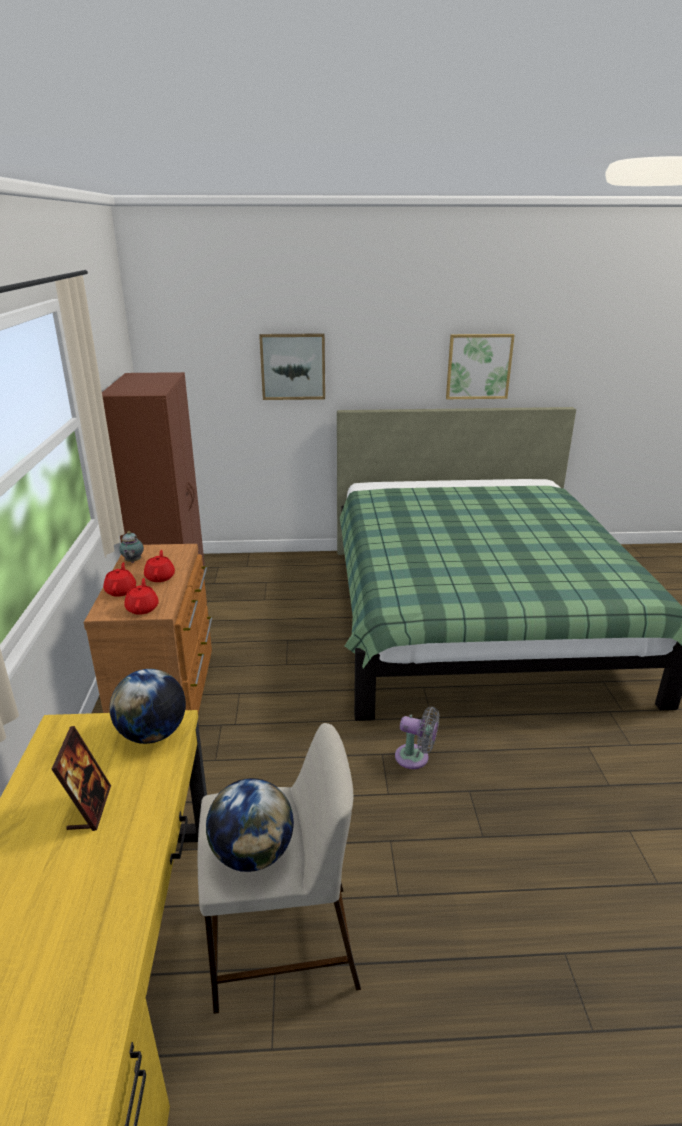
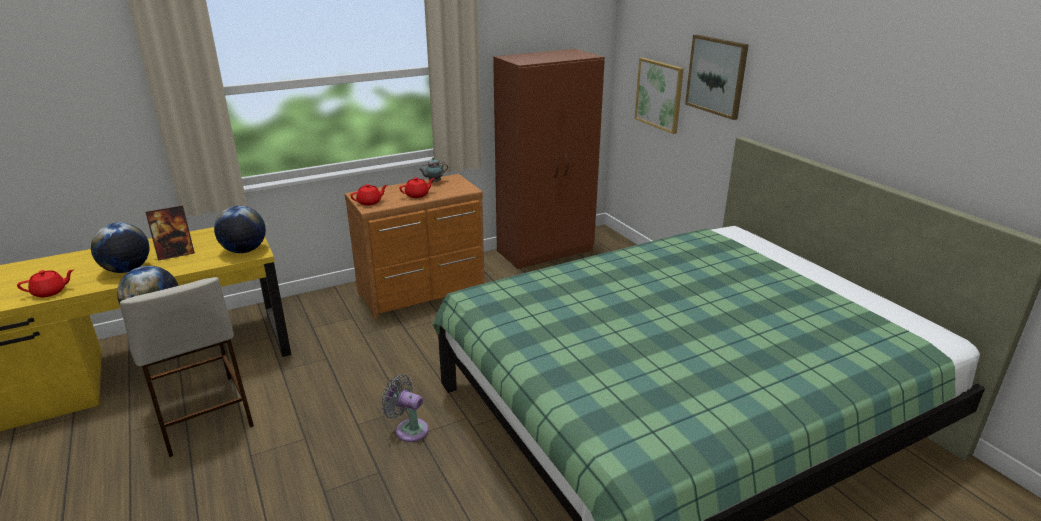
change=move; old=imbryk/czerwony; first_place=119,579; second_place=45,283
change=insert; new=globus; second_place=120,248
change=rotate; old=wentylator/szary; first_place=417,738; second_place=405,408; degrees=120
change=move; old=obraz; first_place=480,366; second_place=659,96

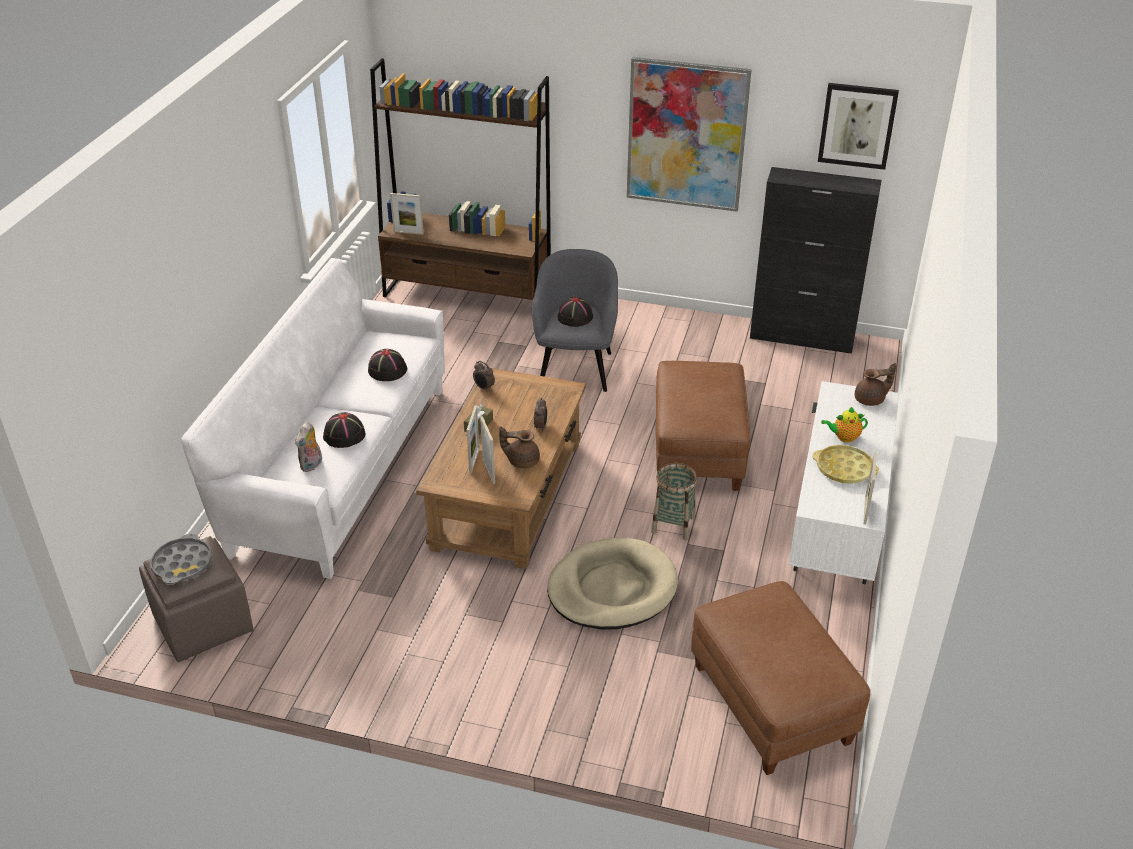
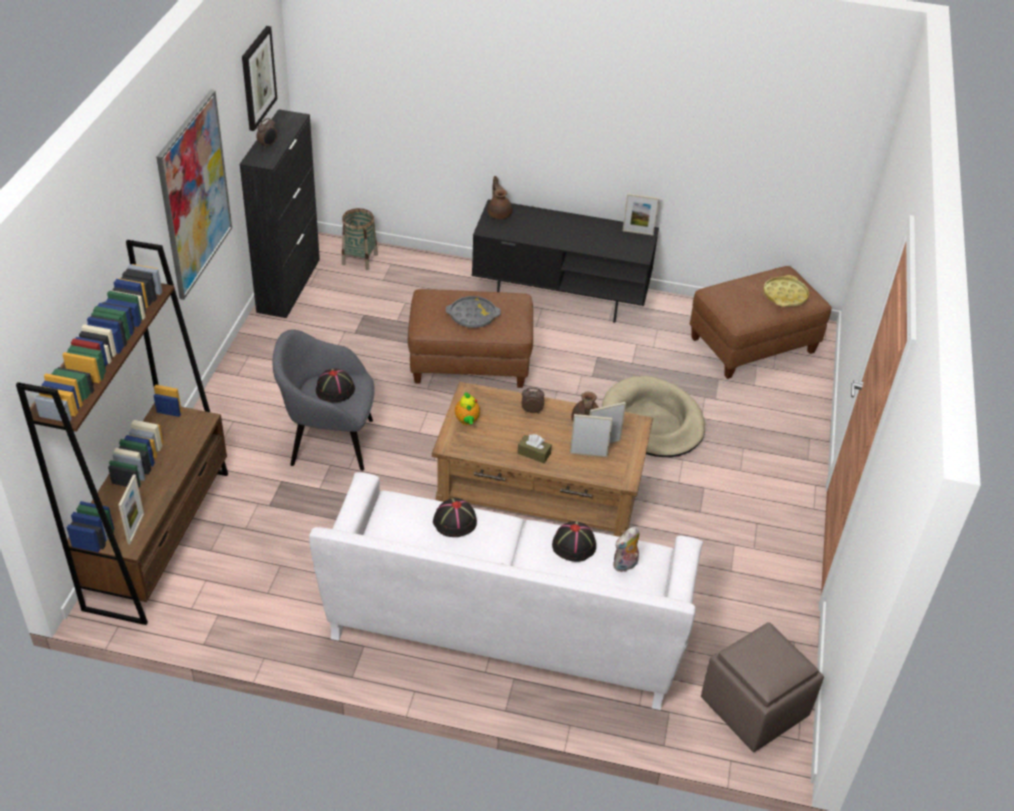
change=move; old=budzik; first_place=484,376; second_place=266,132
change=move; old=koszyk; first_place=674,501; second_place=360,239
change=move; old=taca/szary; first_place=181,559; second_place=473,312
change=move; old=imbryk; first_place=844,425; second_place=467,408
change=recolor; old=szafka pod telewizor/biały; new=szafka pod telewizor/czarny; first_place=844,482; second_place=565,261
change=rotate; old=pluszak; first_place=308,446; second_place=626,549; degrees=120
change=move; old=taca/żółty; first_place=845,464; second_place=786,291

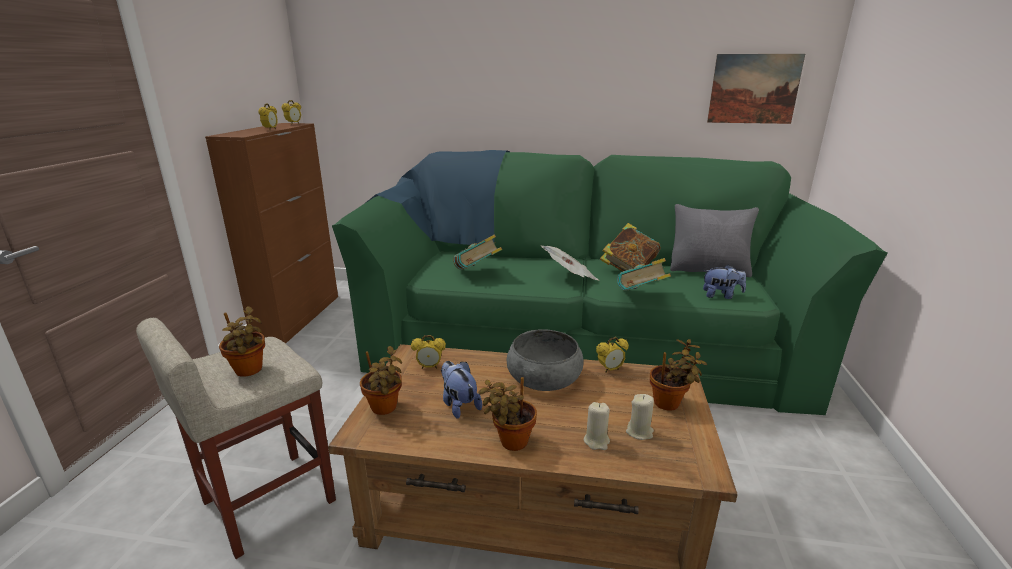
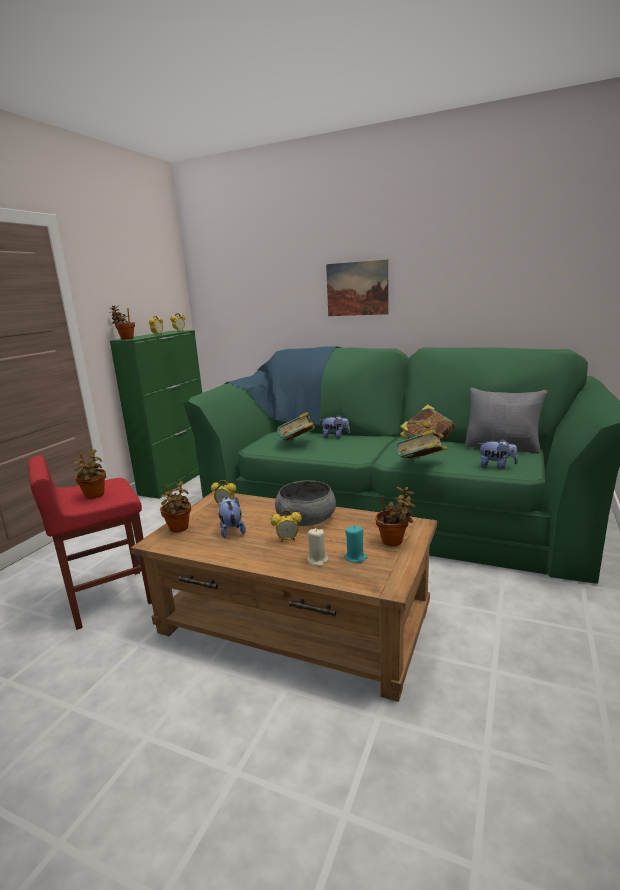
change=recolor; old=stołek/beżowy; new=stołek/czerwony; first_place=236,438; second_place=90,542
change=move; old=roślina doniczkowa; first_place=507,414; second_place=122,322
change=recolor; old=szafka/brązowy; new=szafka/zielony; first_place=271,233; second_place=156,414
change=move; old=budzik; first_place=612,355; second_place=286,526
change=insert; new=pluszak; second_place=335,427
change=move; old=obraz; first_place=756,89; second_place=357,288
change=recolor; old=świeca/beżowy; new=świeca/turkusowy; first_place=640,417; second_place=355,544
change=delete; old=gazeta; first_place=569,263

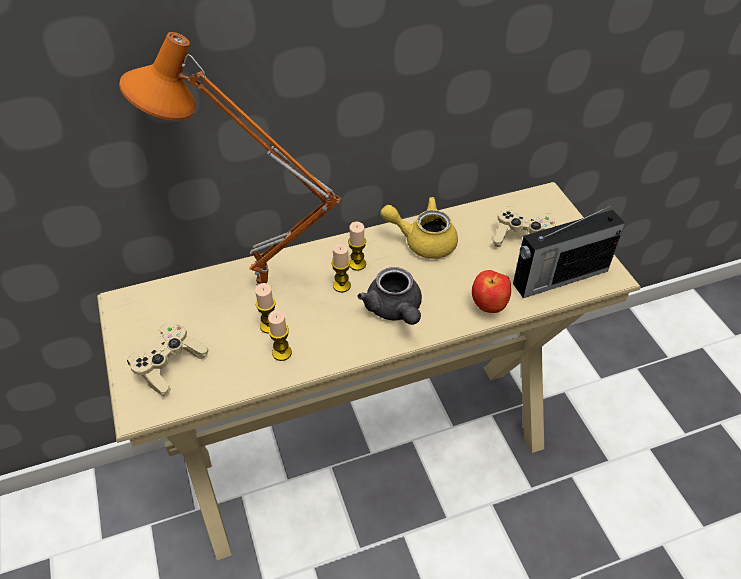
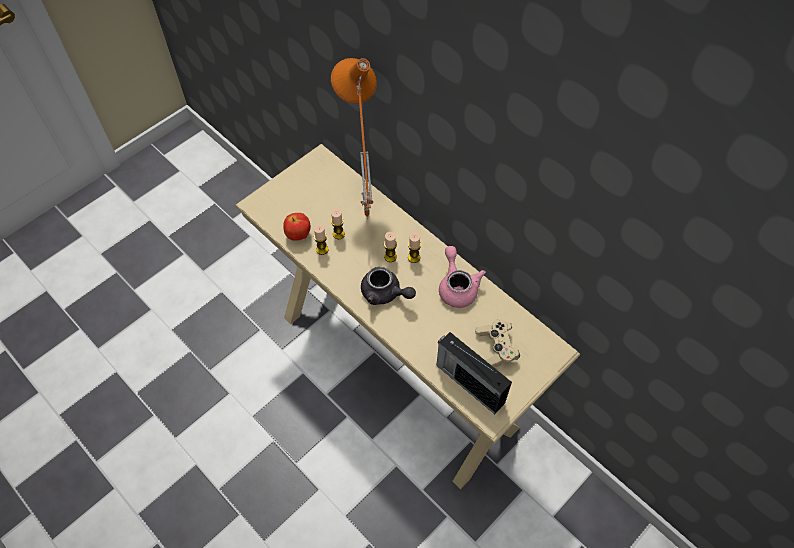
change=move; old=jabłko; first_place=491,291; second_place=297,227
change=rotate; old=imbryk/szary; first_place=389,296; second_place=388,286; degrees=-105
change=recolor; old=imbryk/żółty; new=imbryk/różowy; first_place=419,228; second_place=462,277
change=delete; old=pad do gier/beżowy; first_place=167,360

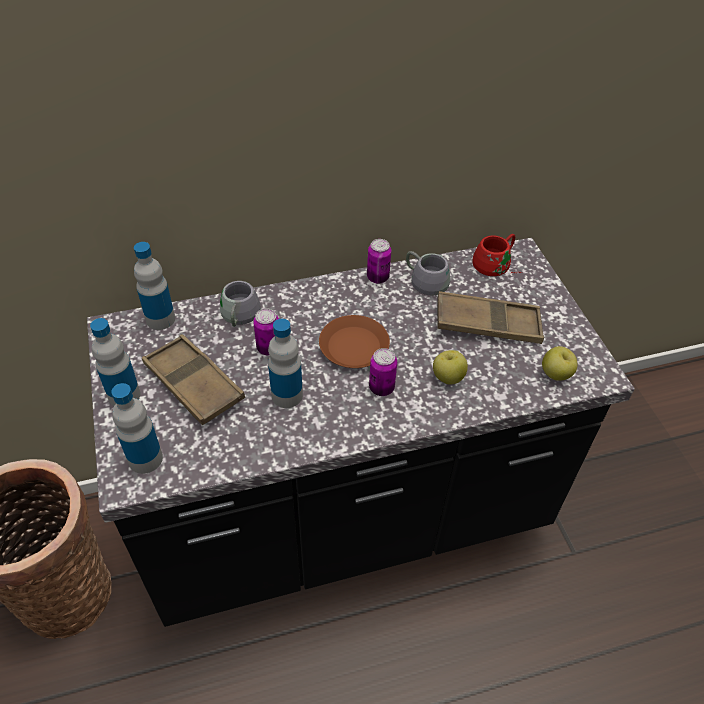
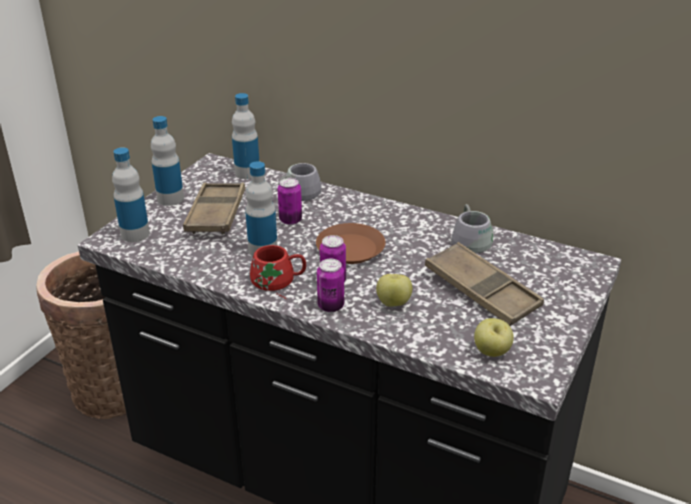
change=move; old=kubek/czerwony; first_place=497,255; second_place=278,272
change=move; old=puszka; first_place=379,261; second_place=330,285

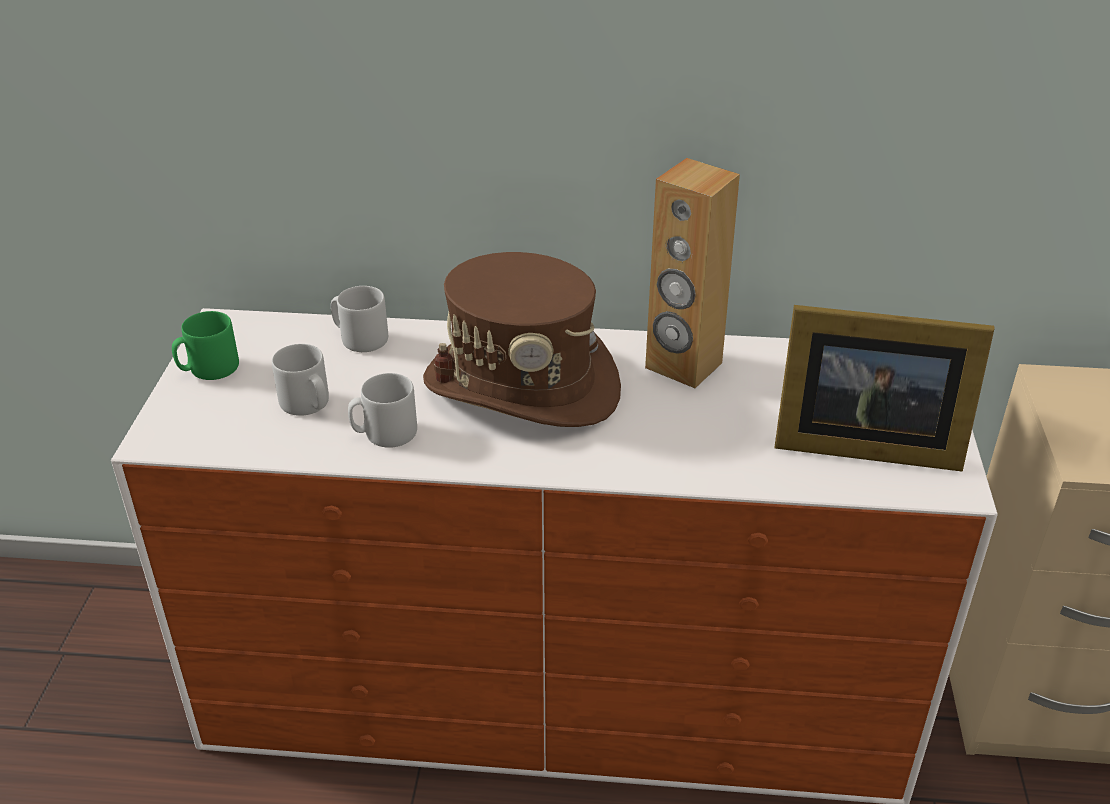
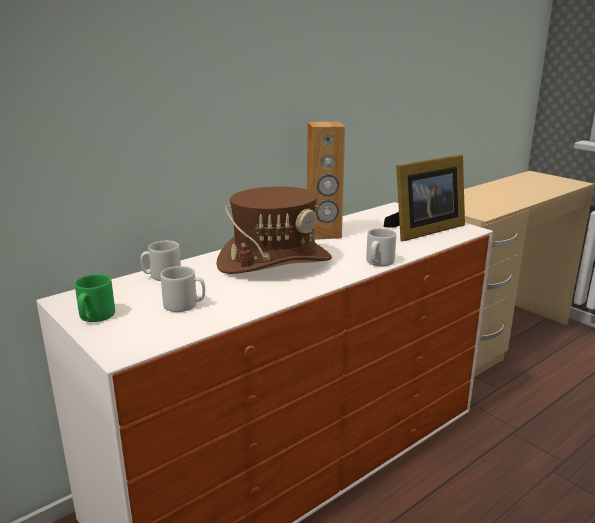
change=move; old=kubek/szary; first_place=382,410; second_place=381,247

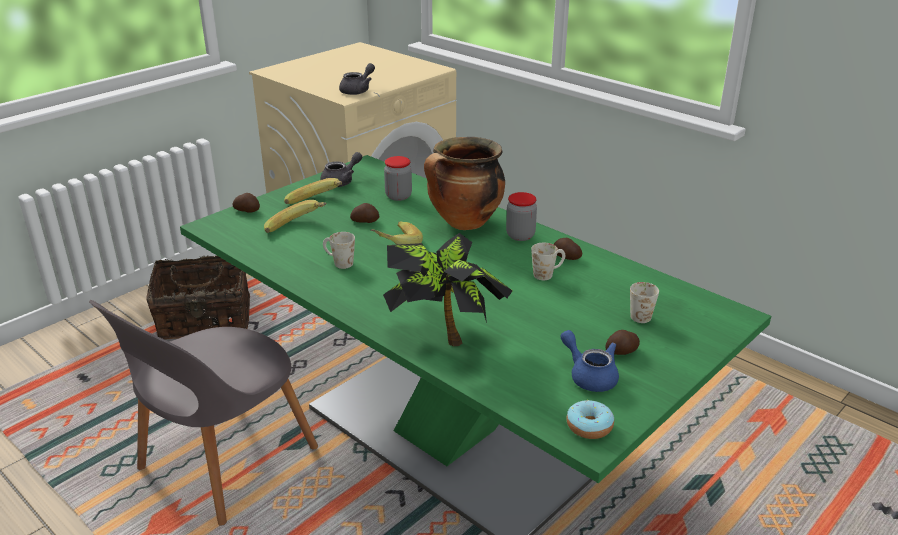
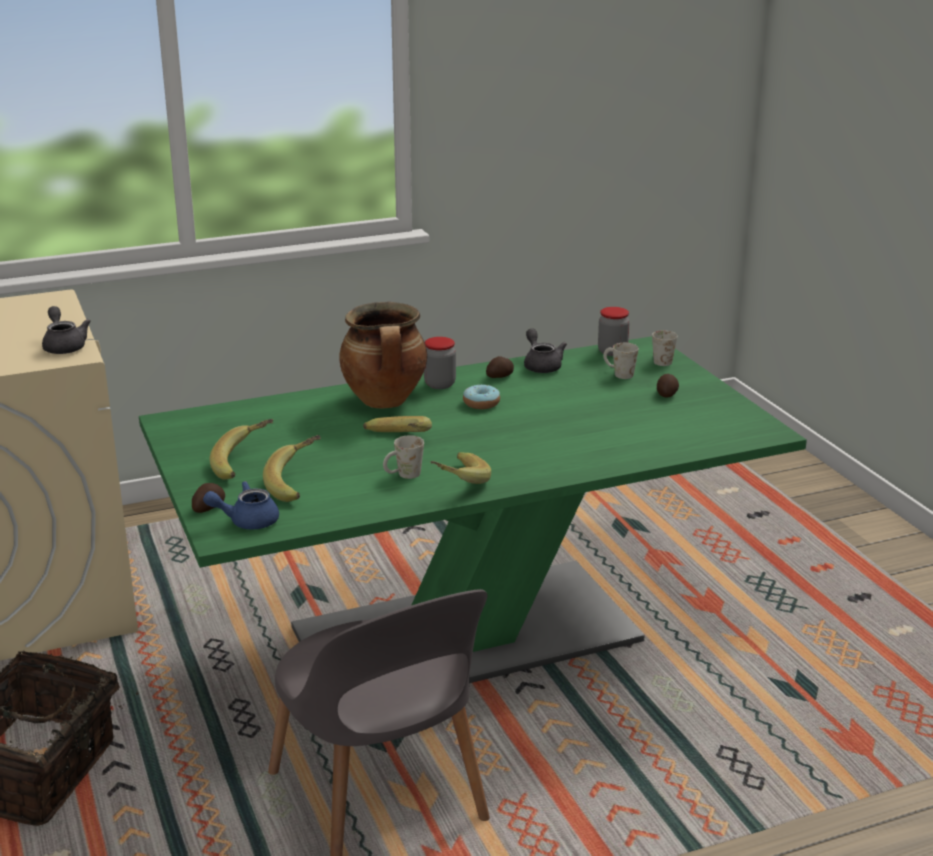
change=move; old=imbryk/niebieski; first_place=589,361; second_place=241,505
change=insert; new=banan; second_place=460,468
change=move; old=donut; first_place=590,419; second_place=481,397
change=move; old=imbryk/szary; first_place=341,169; second_place=545,351
change=move; old=słoik; first_place=398,178; second_place=614,331
change=move; old=kubek/biały; first_place=548,261; second_place=664,348
change=delete; old=ziemniak; first_place=364,213
change=delete; old=roślina doniczkowa; first_place=448,289

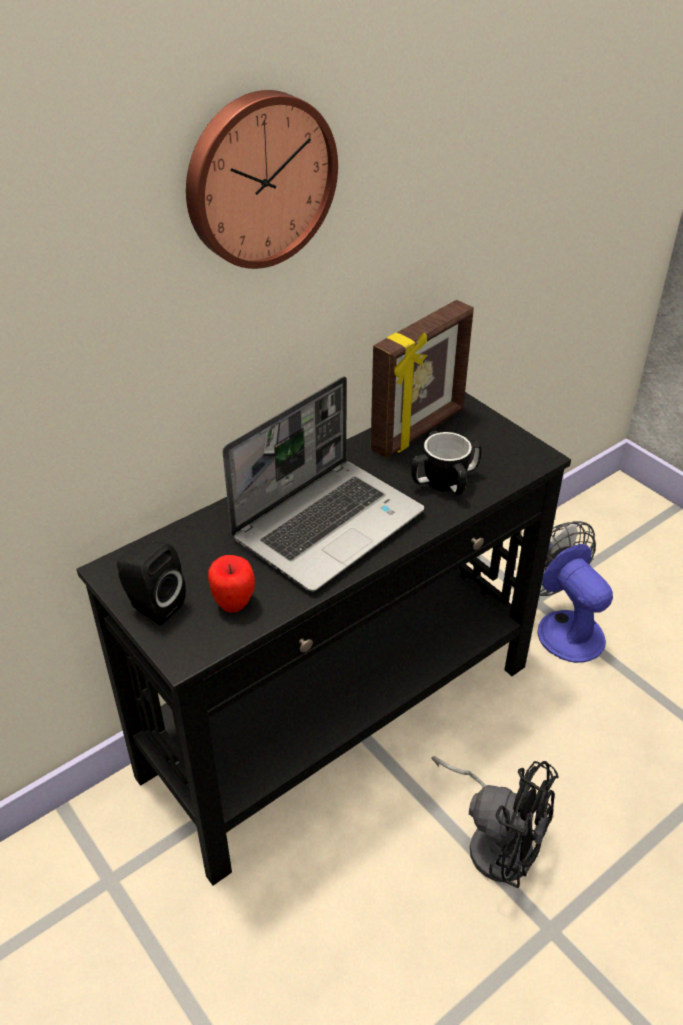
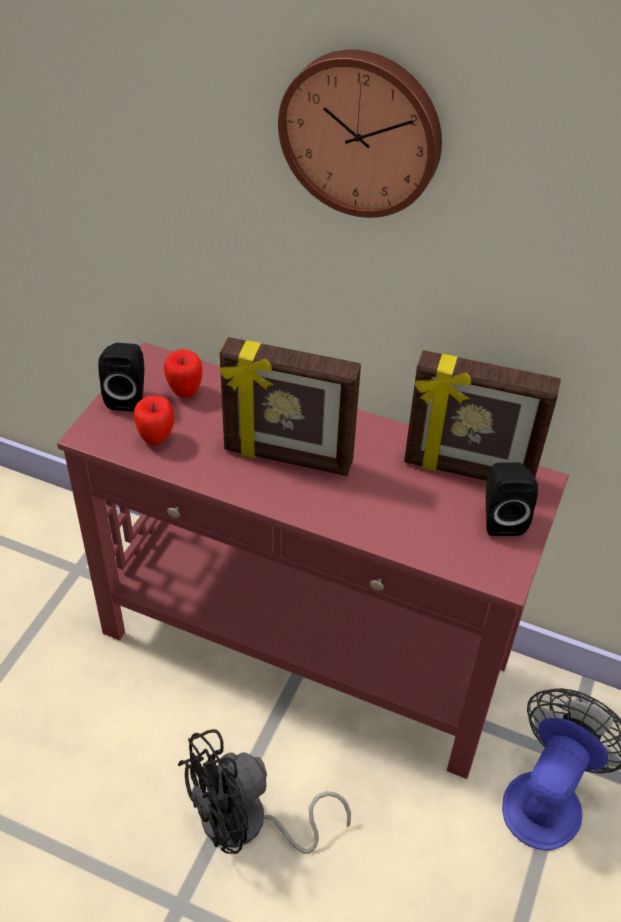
change=recolor; old=stolik konsolowy/czarny; new=stolik konsolowy/czerwony; first_place=324,639; second_place=313,560
change=insert; new=jabłko; second_place=183,373
change=rotate; old=wentylator/czarny; first_place=495,822; second_place=264,791; degrees=60
change=replace; old=laptop; new=ramka na zdjęcie; first_place=323,484; second_place=290,406
change=insert; new=głośnik/czarny; second_place=512,499
change=delete; old=kubek; first_place=446,463

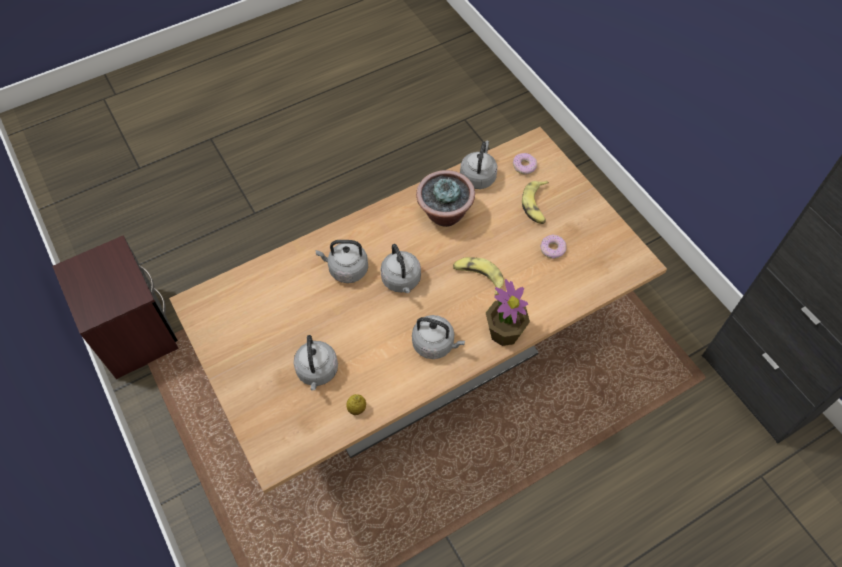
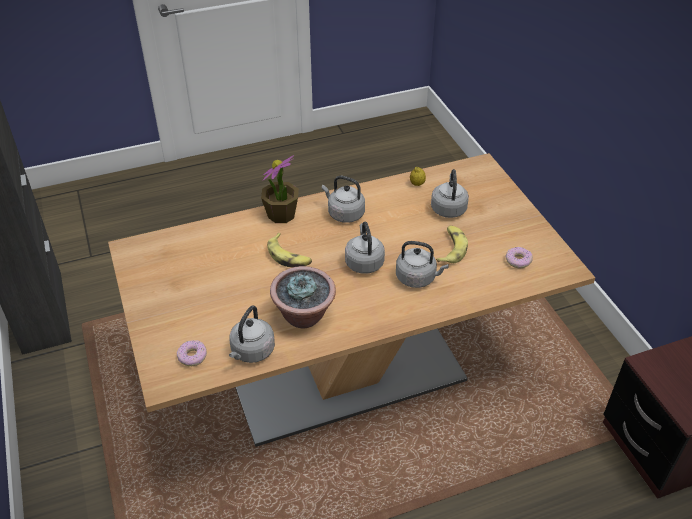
change=move; old=banan; first_place=535,202; second_place=452,244
change=move; old=donut; first_place=553,247; second_place=519,257

